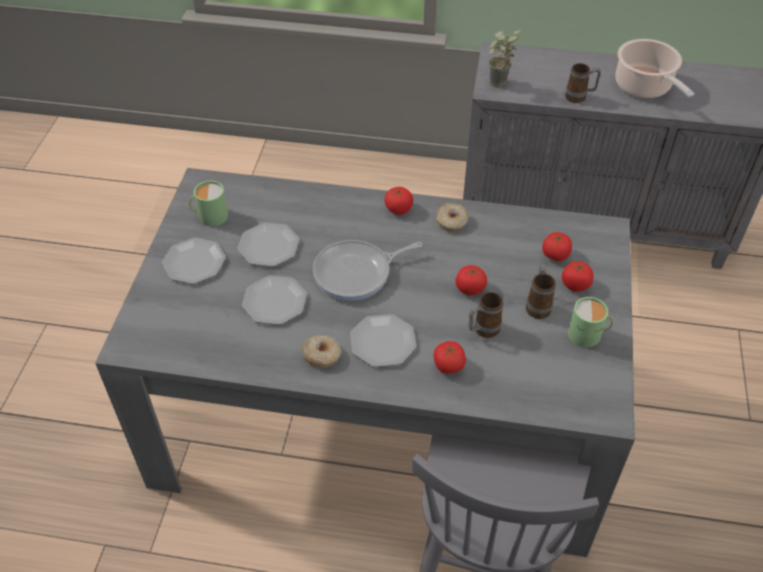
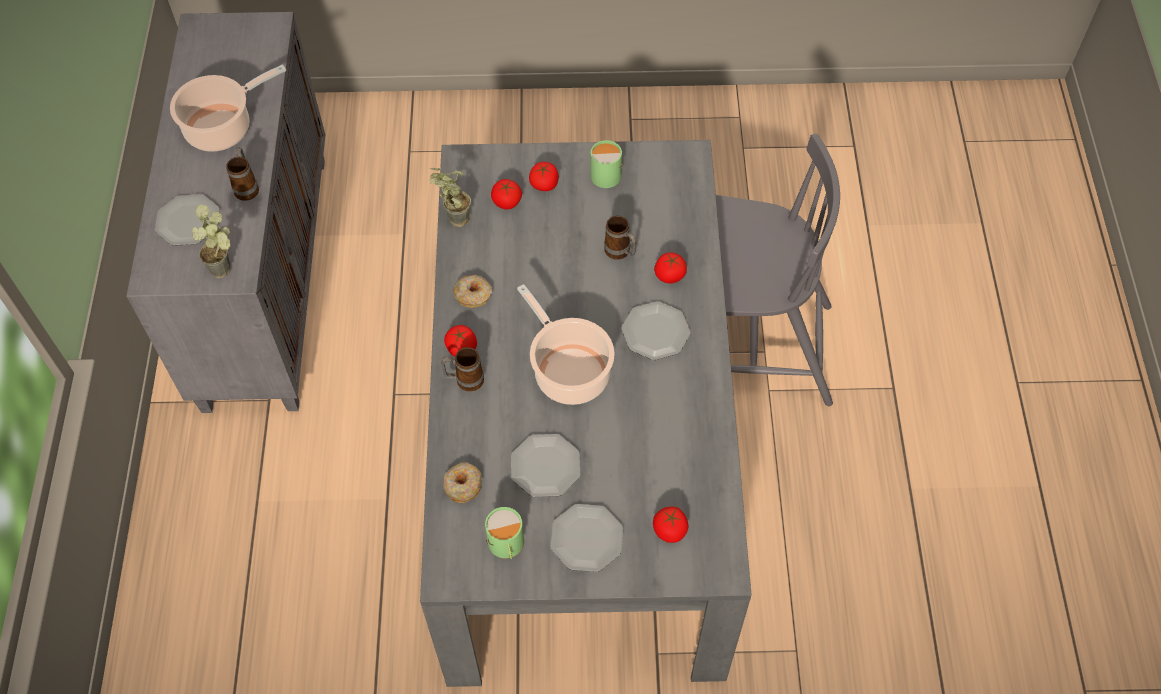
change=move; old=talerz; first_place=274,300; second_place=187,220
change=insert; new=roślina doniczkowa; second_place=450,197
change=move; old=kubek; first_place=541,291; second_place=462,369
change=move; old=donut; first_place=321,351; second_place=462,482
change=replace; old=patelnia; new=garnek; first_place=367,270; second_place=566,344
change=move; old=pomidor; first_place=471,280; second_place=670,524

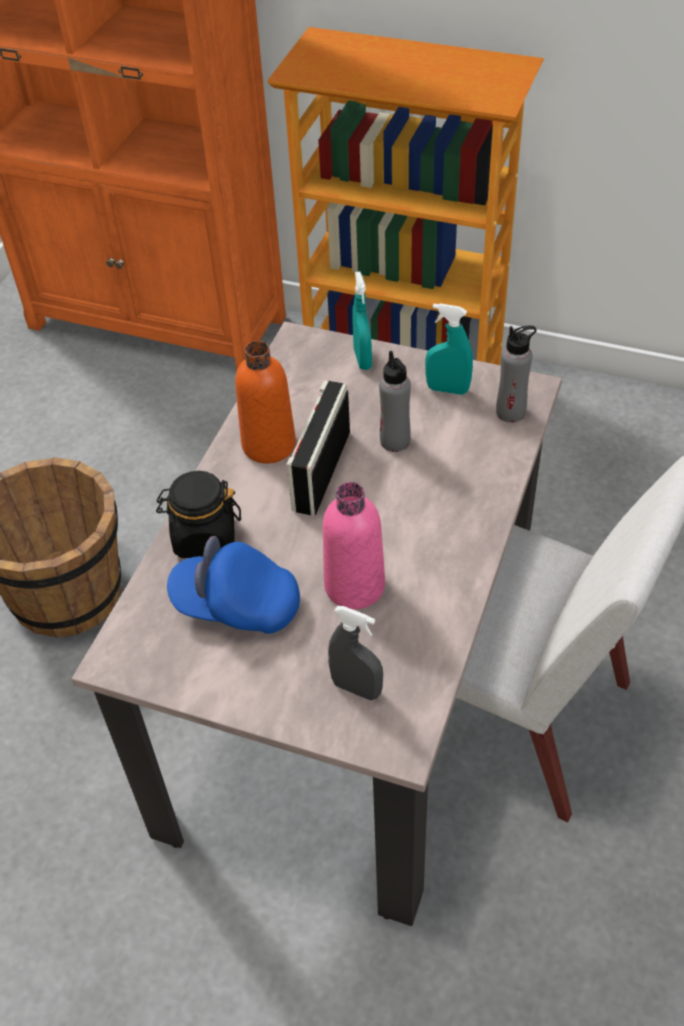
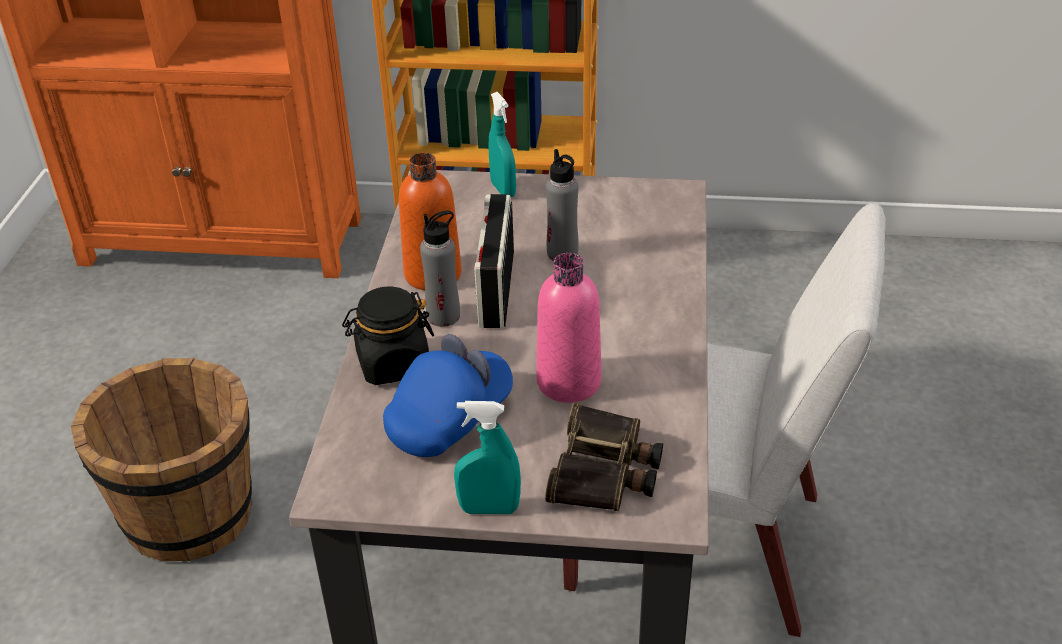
change=rotate; old=czapka z daszkiem/niebieski; first_place=233,585; second_place=448,395; degrees=135
change=move; old=butelka/szary; first_place=516,374; second_place=440,268
change=move; old=spryskiwacz/turkusowy; first_place=449,349; second_place=487,457
change=replace; old=spryskiwacz/szary; new=lornetka; first_place=355,653; second_place=604,457

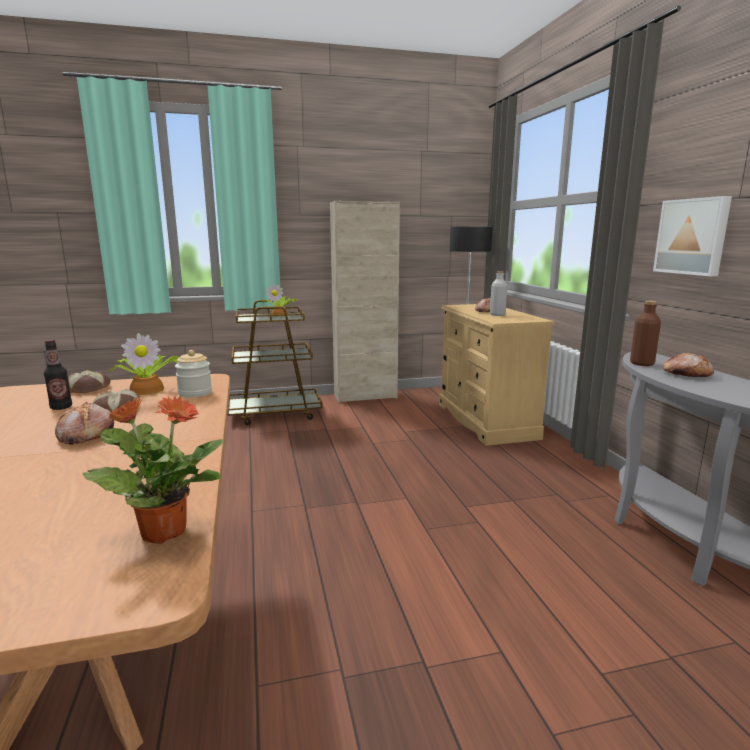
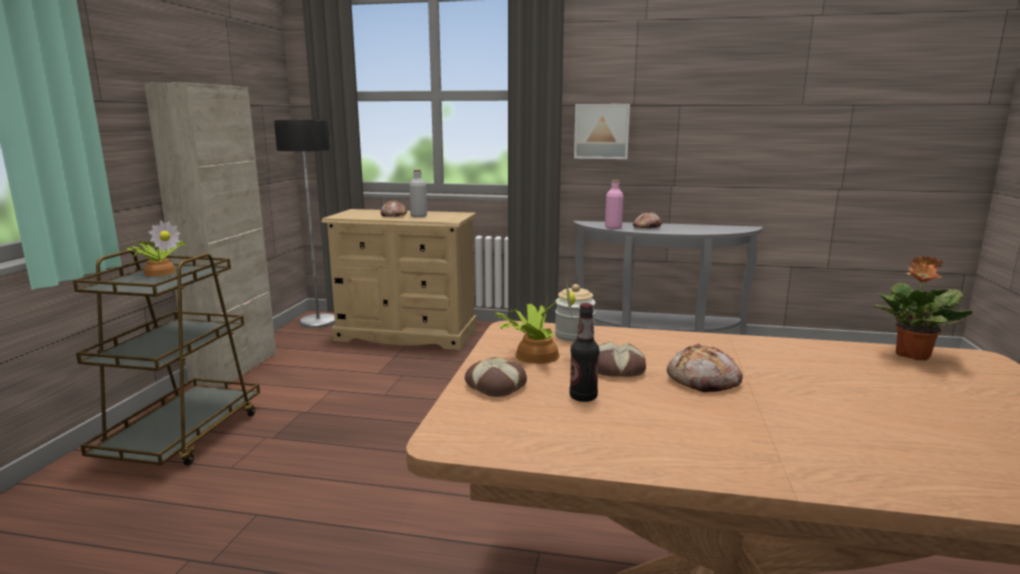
change=recolor; old=butelka/brązowy; new=butelka/różowy; first_place=645,333; second_place=614,204

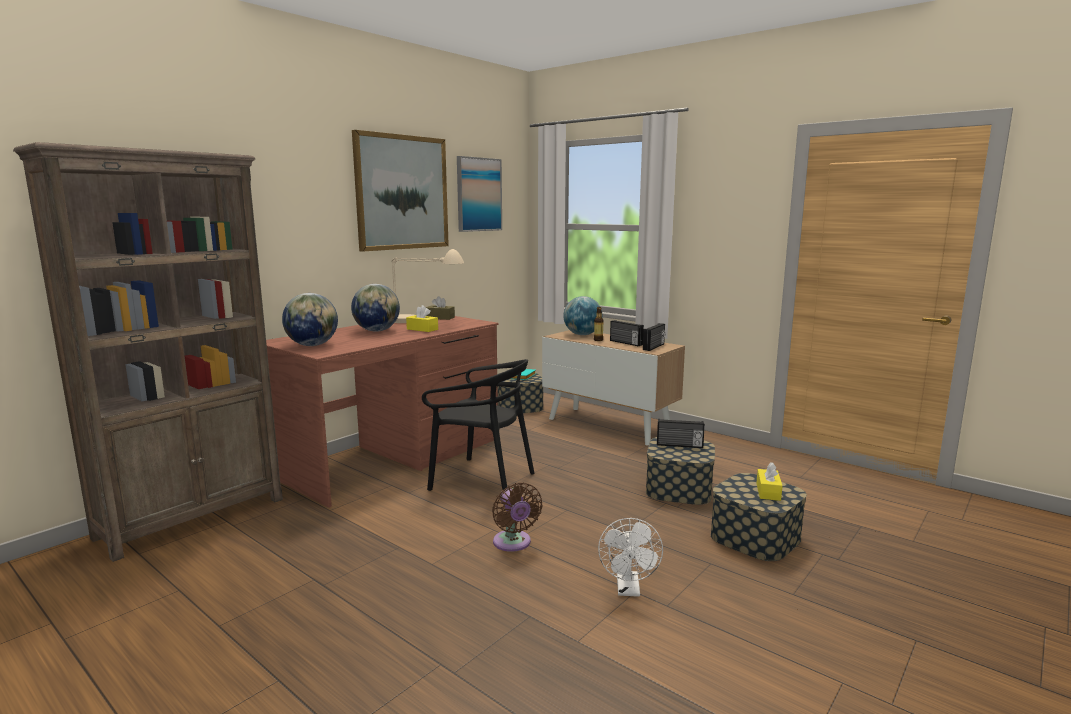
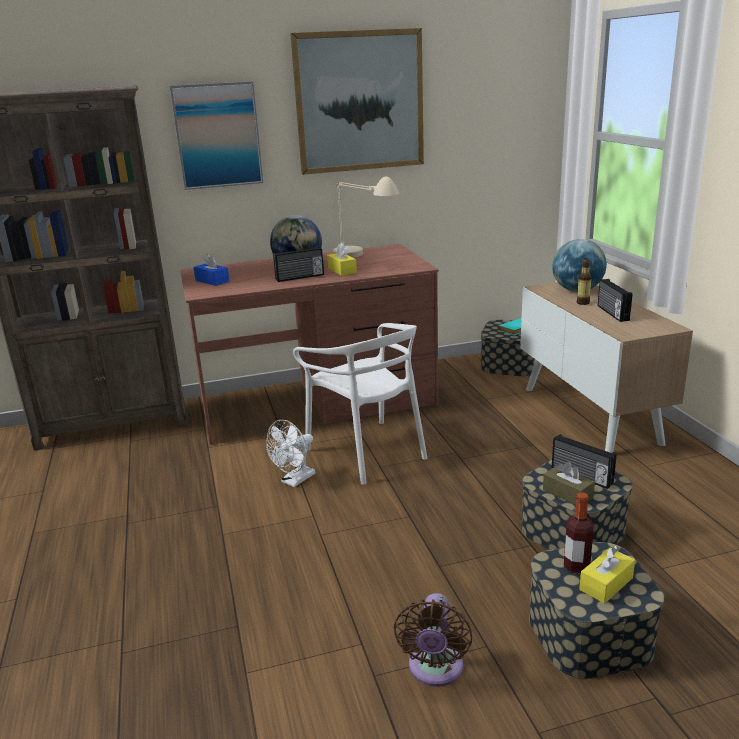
change=move; old=obraz; first_place=479,194; second_place=216,135
change=replace; old=globus; new=pudełko chusteczek/niebieski; first_place=310,319; second_place=211,270
change=move; old=wentylator/biały; first_place=630,557; second_place=290,453
change=move; old=radio; first_place=654,337; second_place=298,264
change=recolor; old=krzesło/czarny; new=krzesło/biały; first_place=478,425; second_place=360,404
change=move; old=wentylator/brązowy; first_place=517,517; second_place=433,640
change=move; old=pudełko chusteczek/brązowy; first_place=440,308; second_place=569,483
change=insert; new=butelka; second_place=579,533

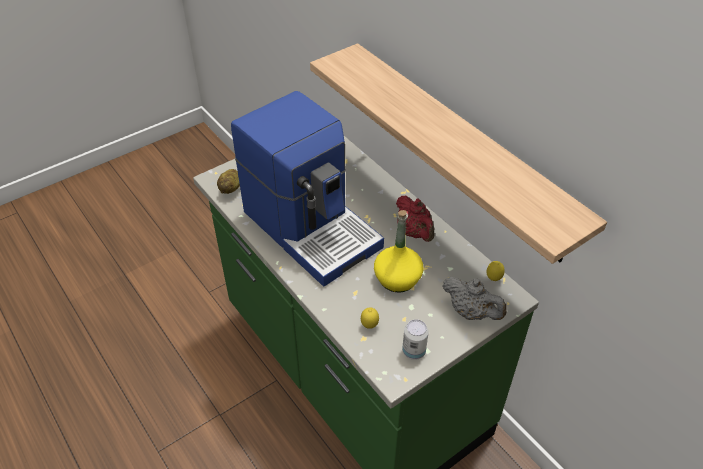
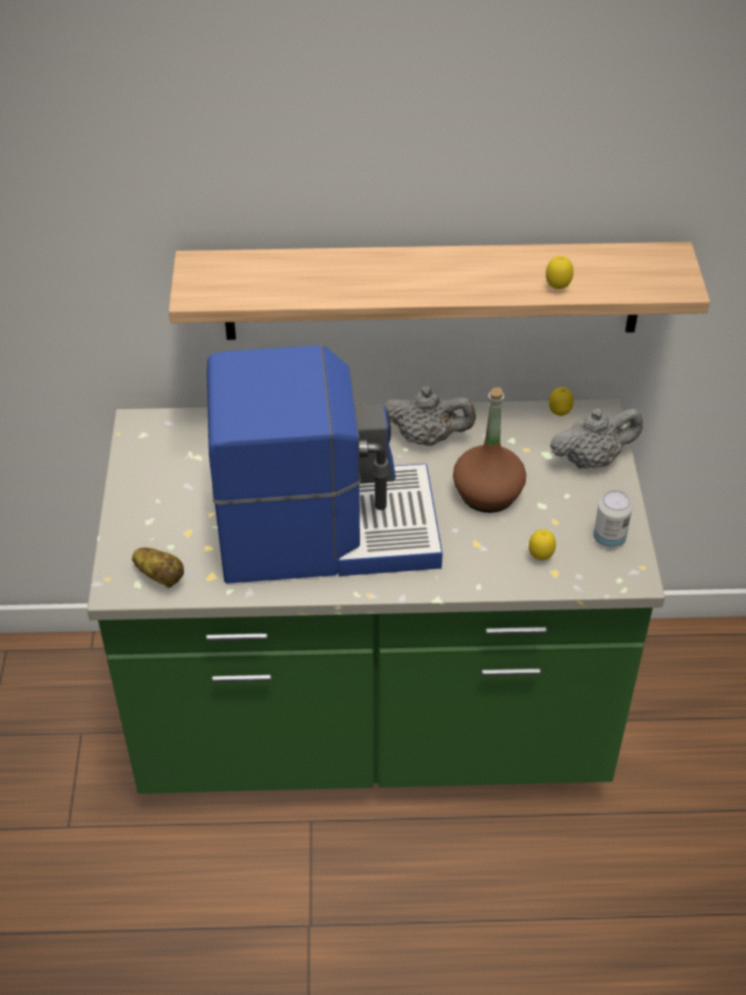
change=recolor; old=imbryk/czerwony; new=imbryk/szary; first_place=415,218; second_place=430,416
change=recolor; old=butelka/żółty; new=butelka/brązowy; first_place=398,251; second_place=489,450
change=insert; new=cytryna; second_place=559,272

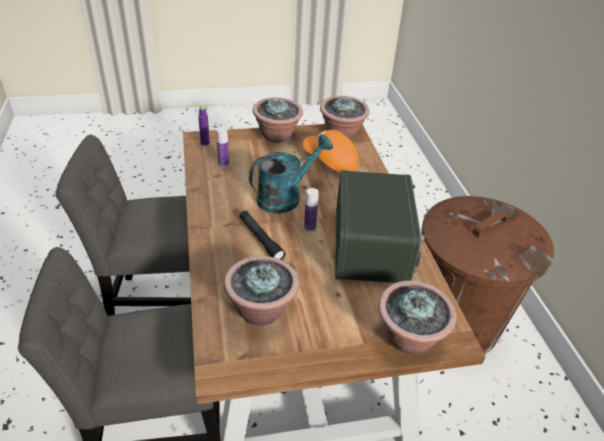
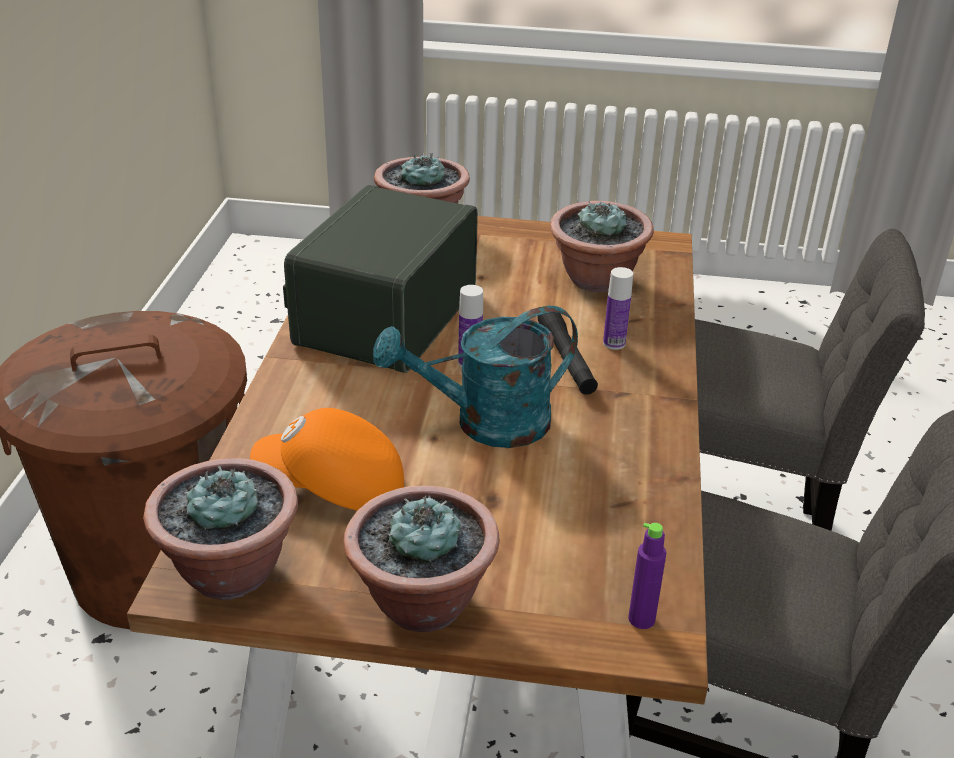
change=rotate; old=czapka z daszkiem/pomarańczowy; first_place=331,151; second_place=327,459; degrees=135
change=move; old=butelka; first_place=222,147; second_place=618,308

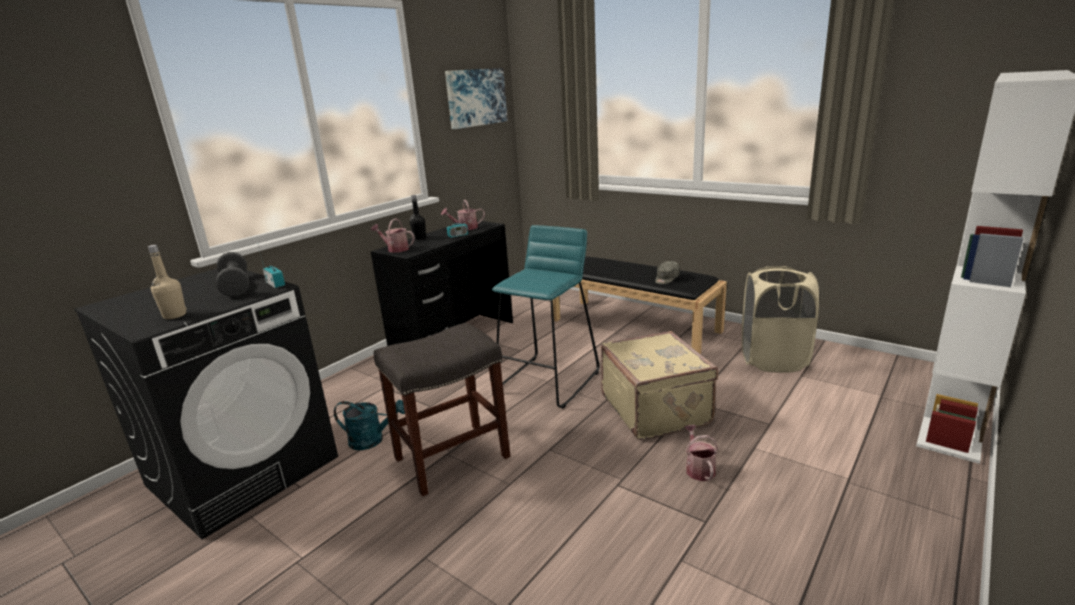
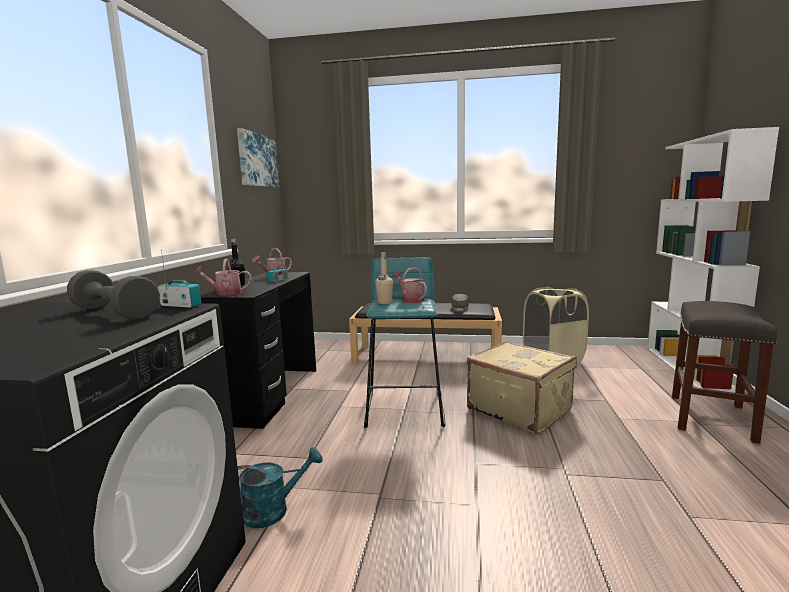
change=move; old=butelka/beżowy; first_place=167,282; second_place=384,278
change=move; old=konewka; first_place=701,453; second_place=410,285
change=move; old=stołek/szary; first_place=442,410; second_place=724,372

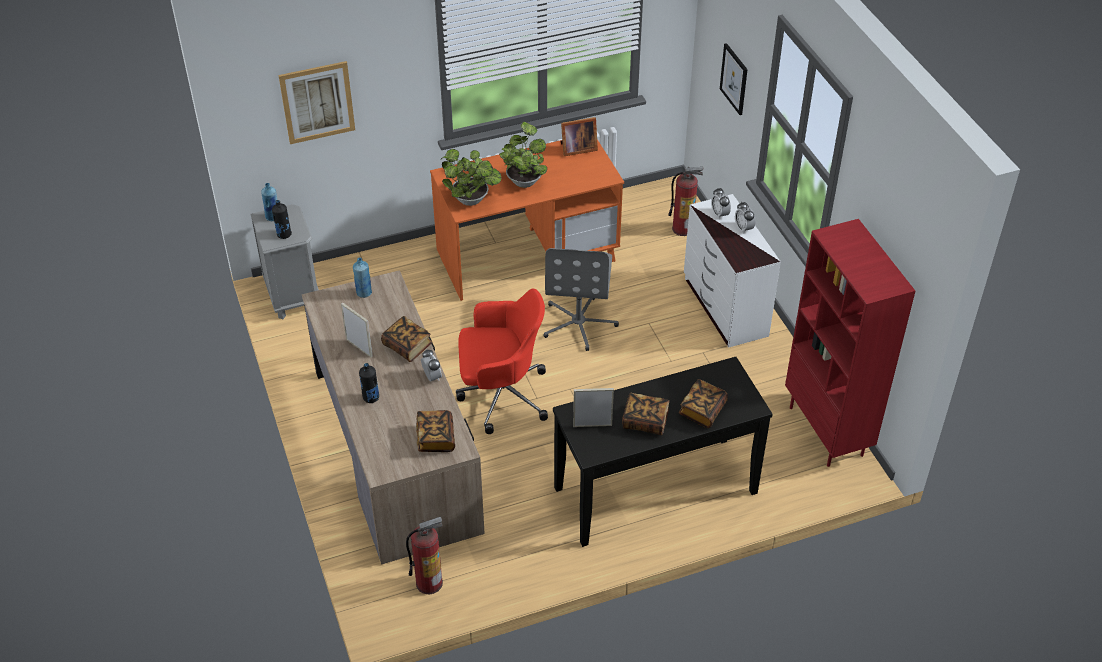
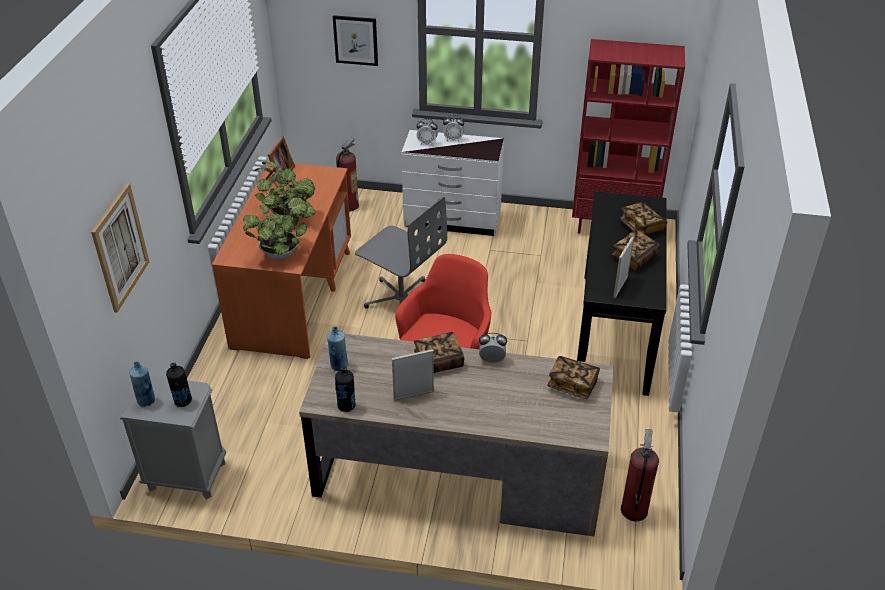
change=move; old=butelka/czarny; first_place=369,383; second_place=345,389

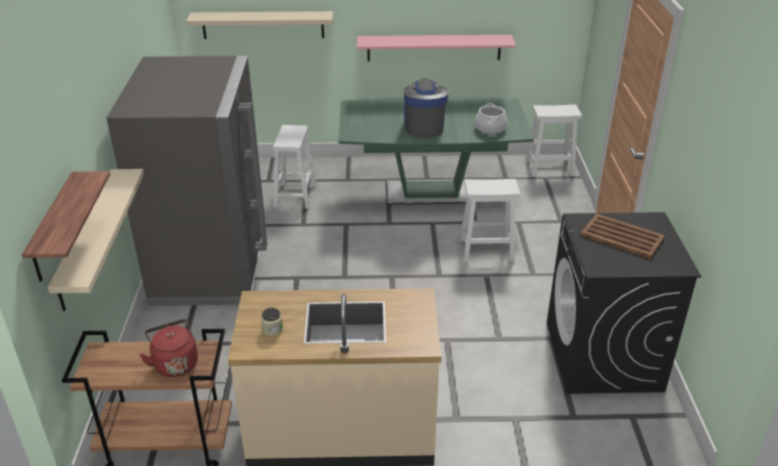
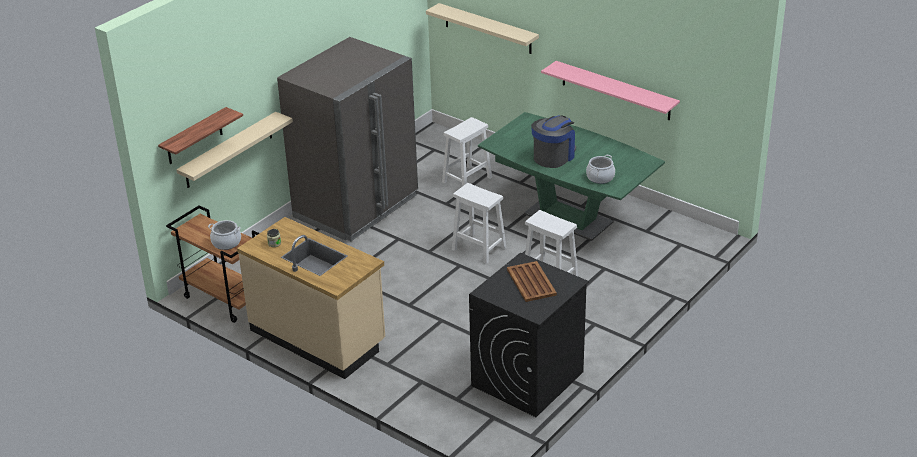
change=replace; old=czajnik/czerwony; new=garnek; first_place=169,348; second_place=224,235
change=move; old=stołek/biały; first_place=554,141; second_place=479,223

